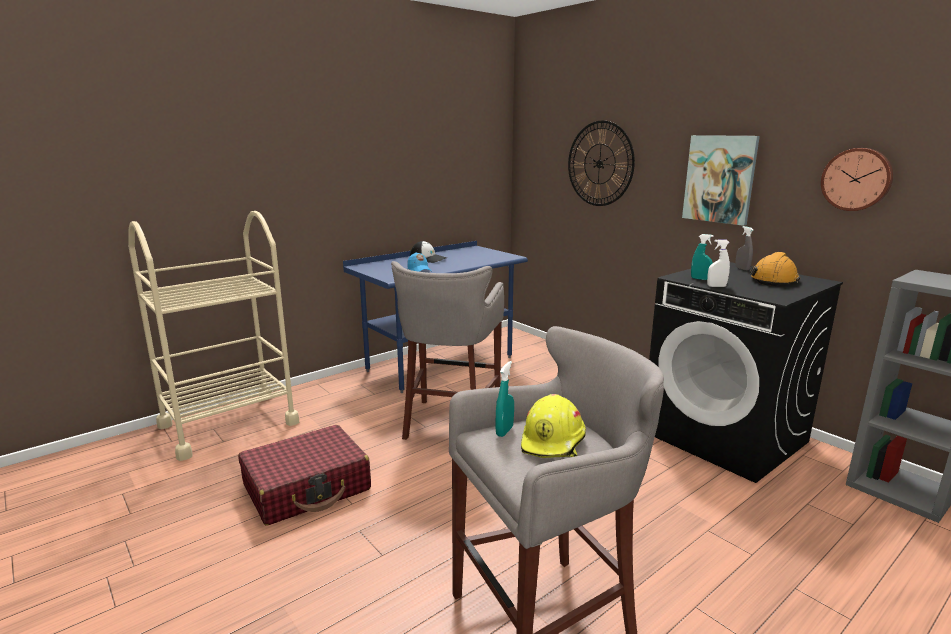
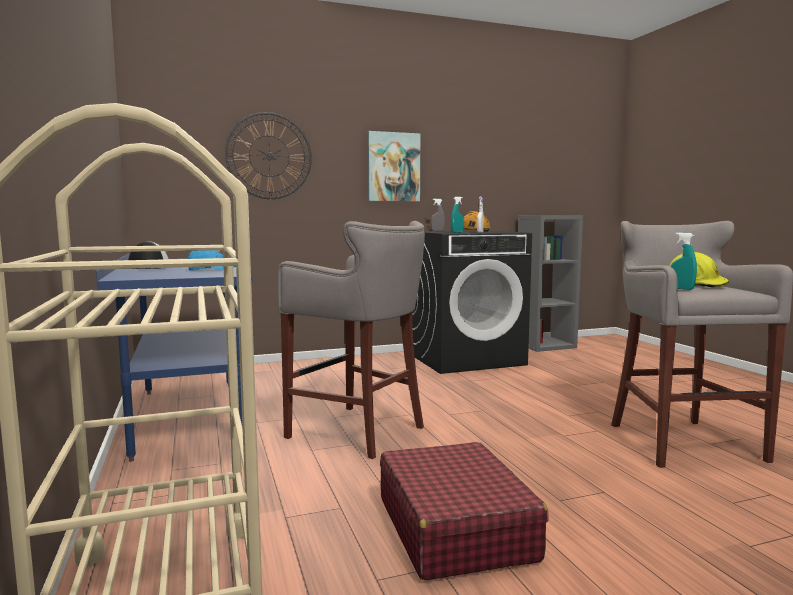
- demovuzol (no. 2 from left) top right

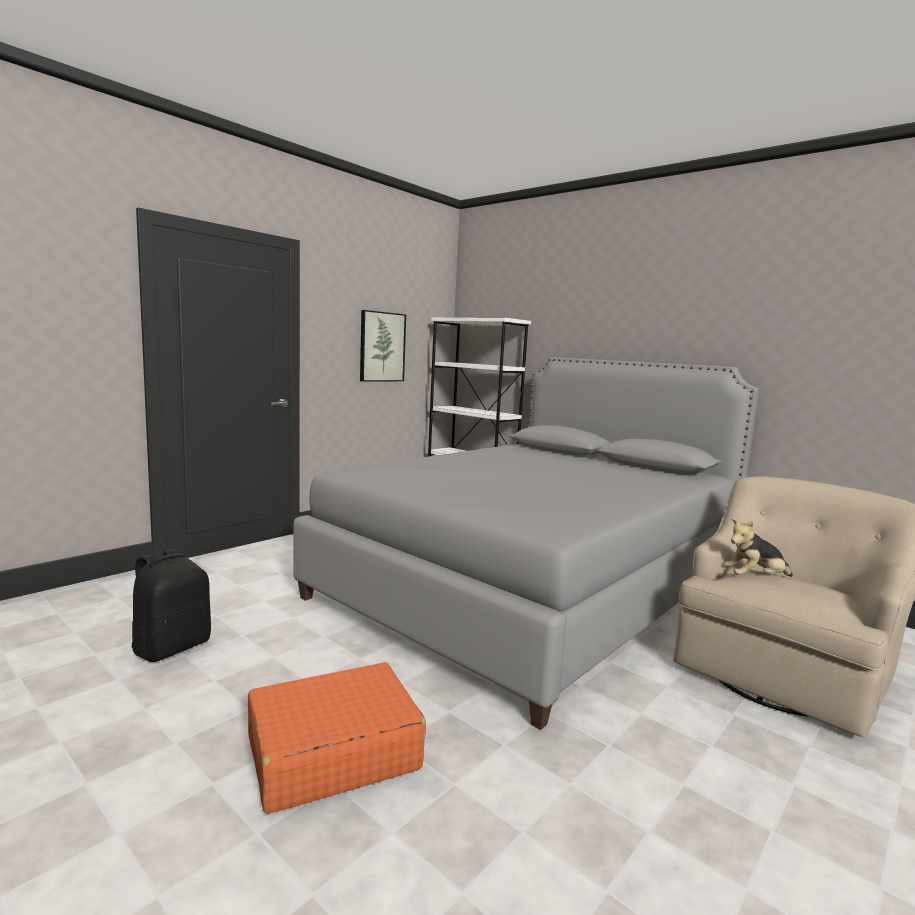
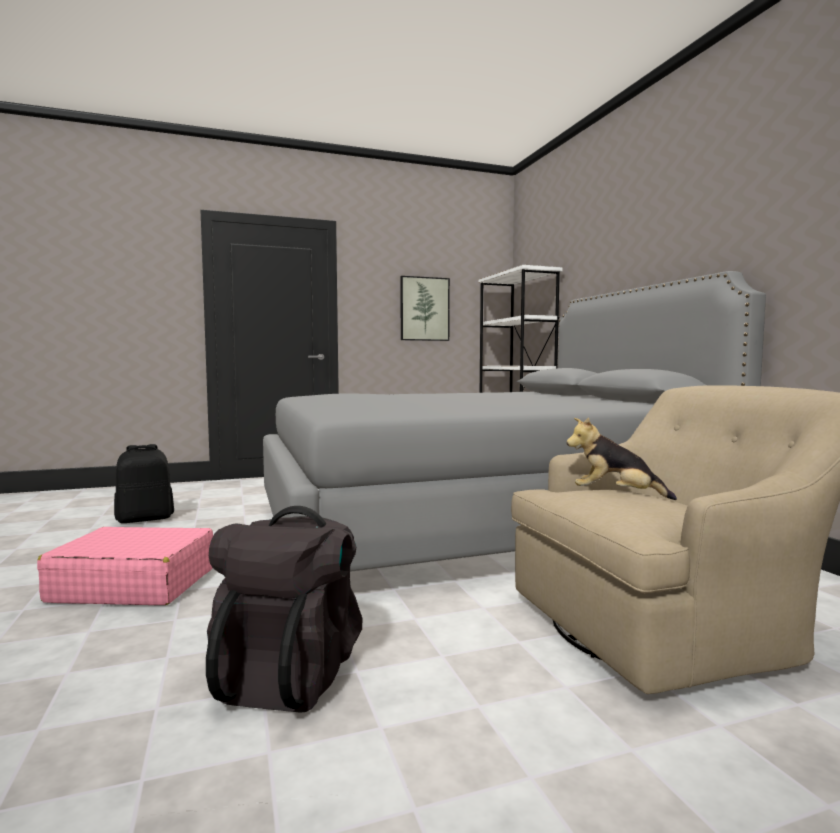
~ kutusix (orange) bottom centre to kutusix (pink) bottom left
+ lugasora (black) (no. 2 from left) bottom centre

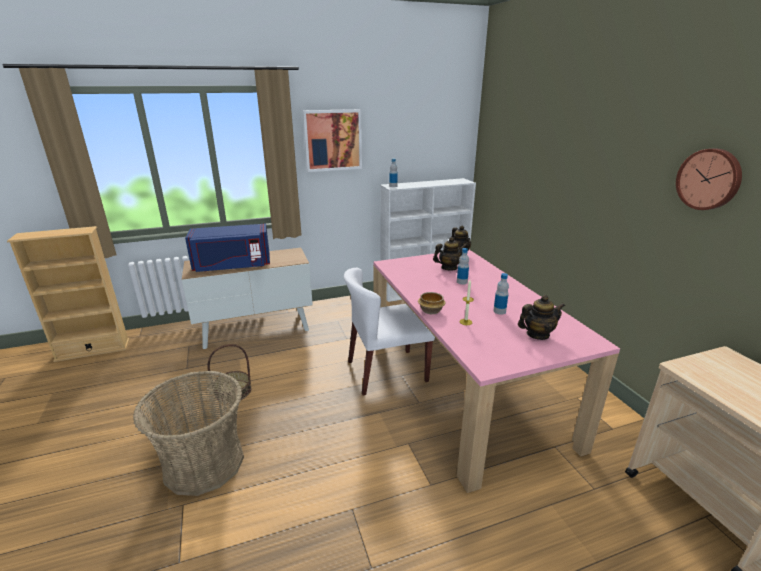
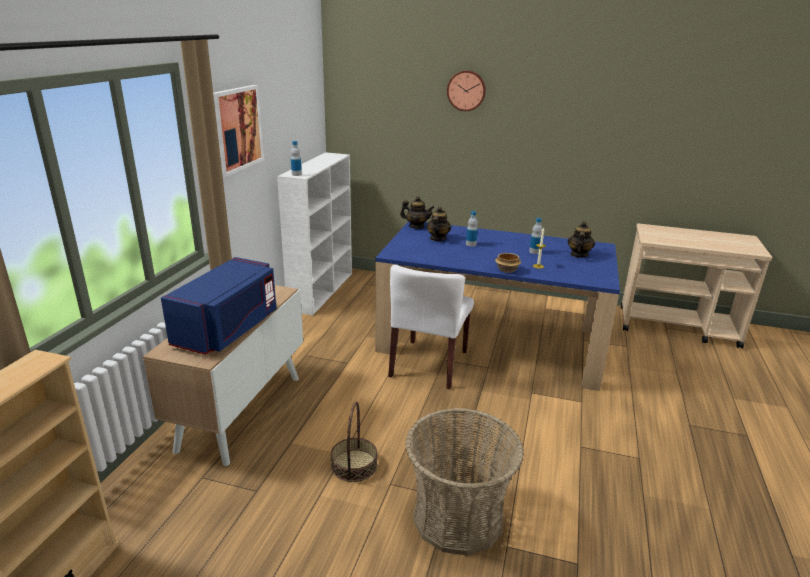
~ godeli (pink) centre to godeli (blue) centre
~ demovuzol top right to top centre

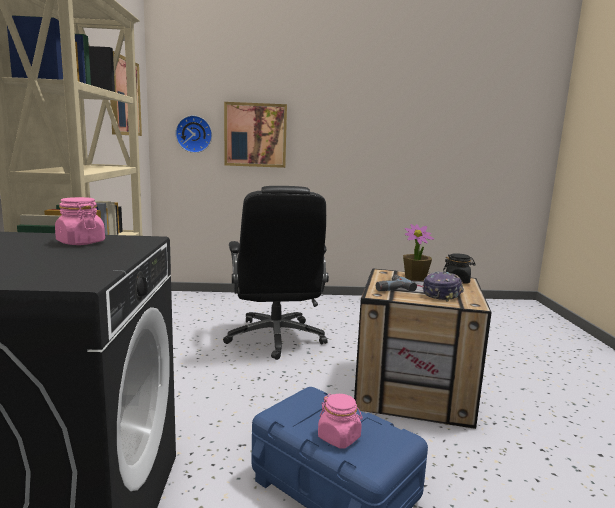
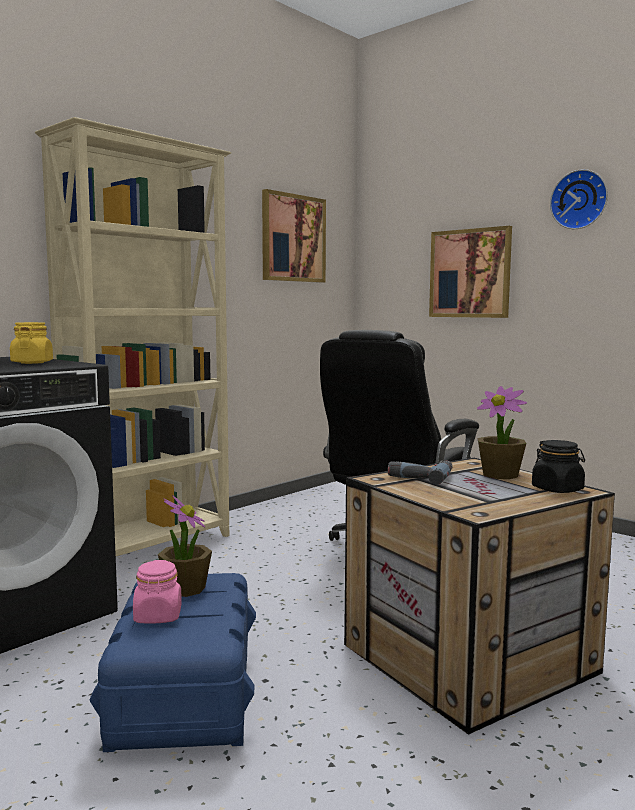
~ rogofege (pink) (no. 1 from left) middle left to rogofege (yellow) middle left
+ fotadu (no. 1 from left) bottom left
~ demovuzol top left to top right
- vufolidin middle right

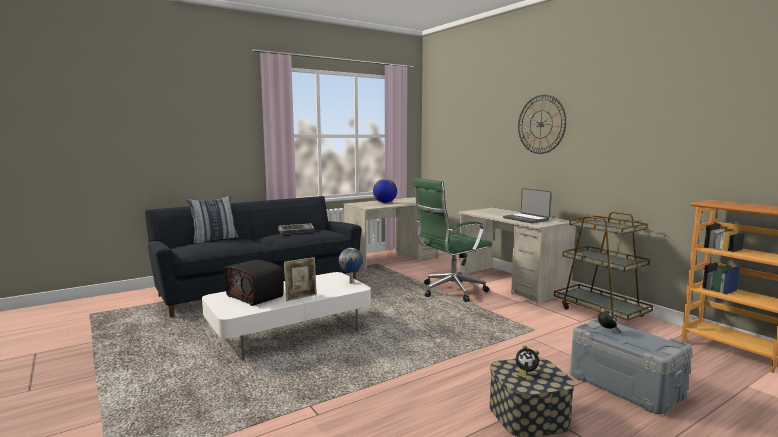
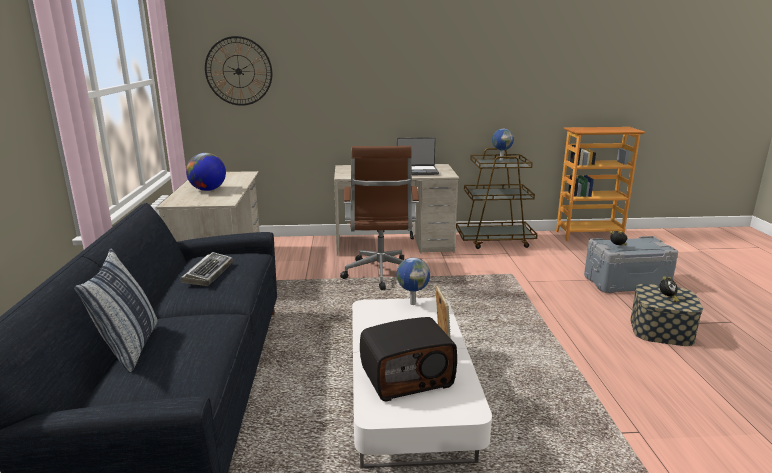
~ demovuzol top right to top left
~ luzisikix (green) centre to luzisikix (brown) centre
+ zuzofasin (no. 3 from left) top centre

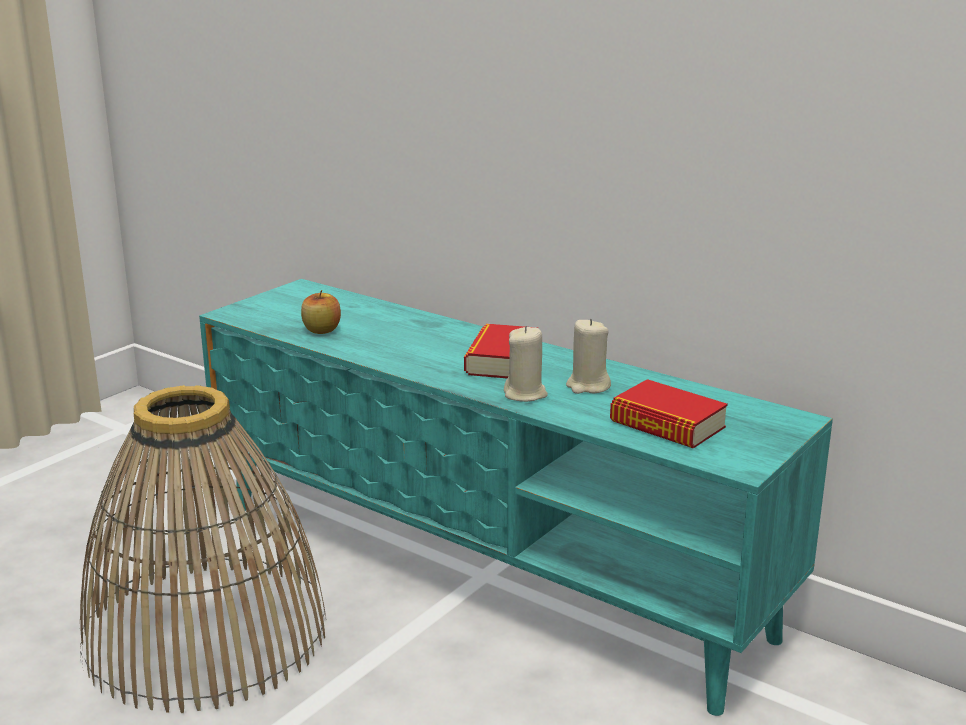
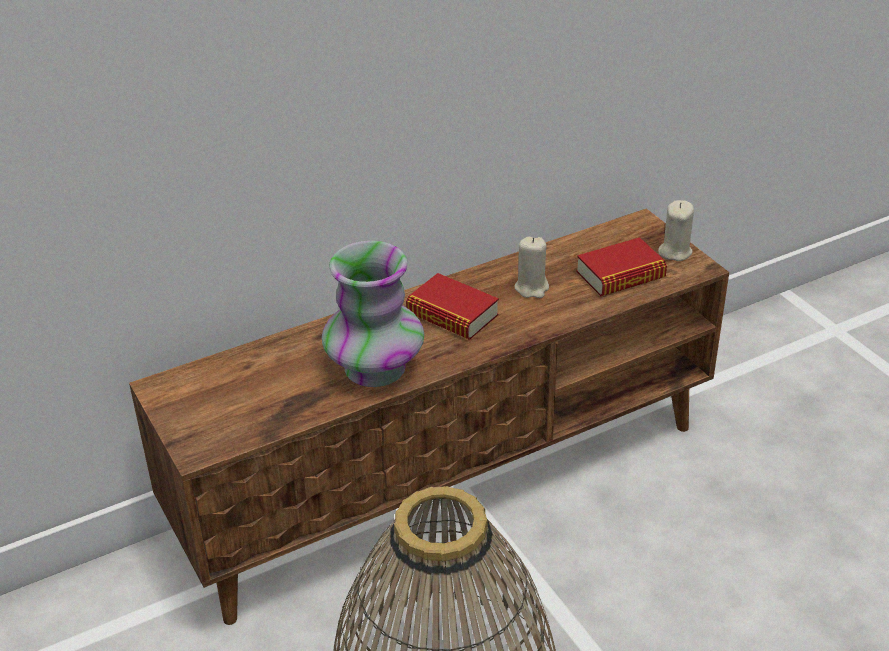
~ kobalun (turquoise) bottom centre to kobalun (brown) centre
+ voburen centre
~ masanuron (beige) (no. 1 from left in the first image) centre to masanuron (beige) (no. 2 from left) middle right
- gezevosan middle left

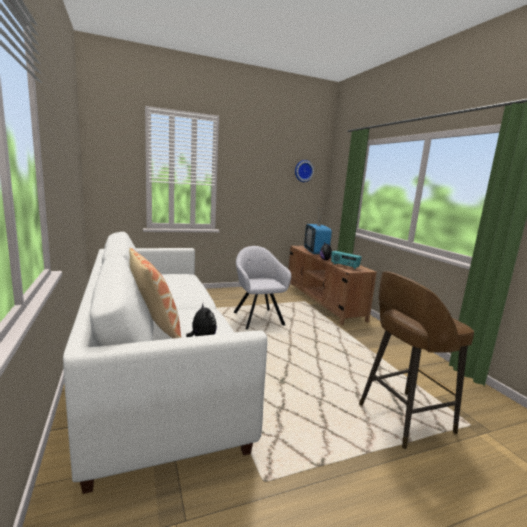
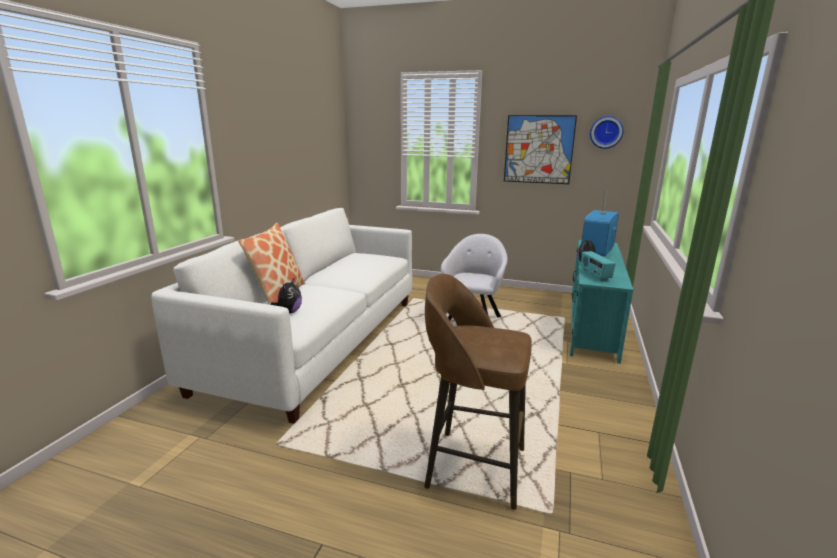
+ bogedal top centre
~ kobalun (brown) centre to kobalun (turquoise) middle right

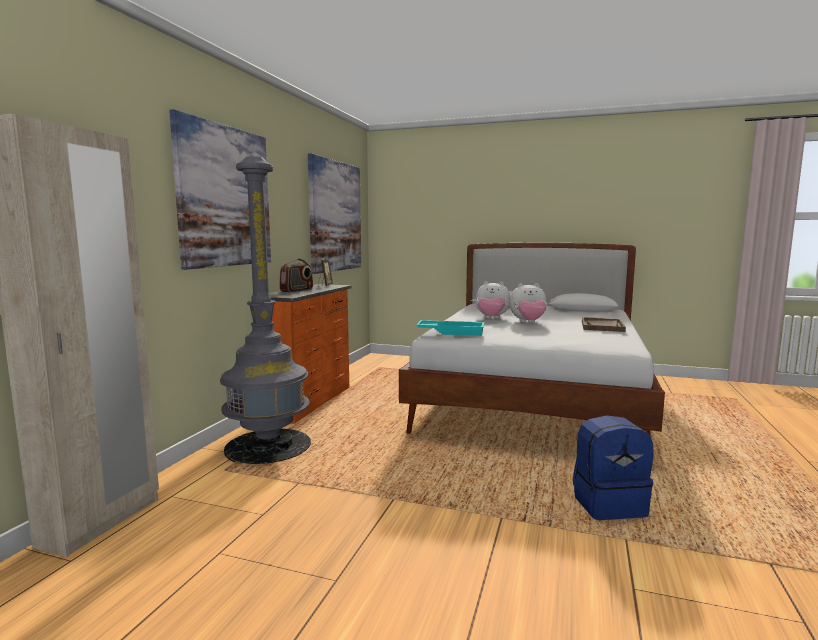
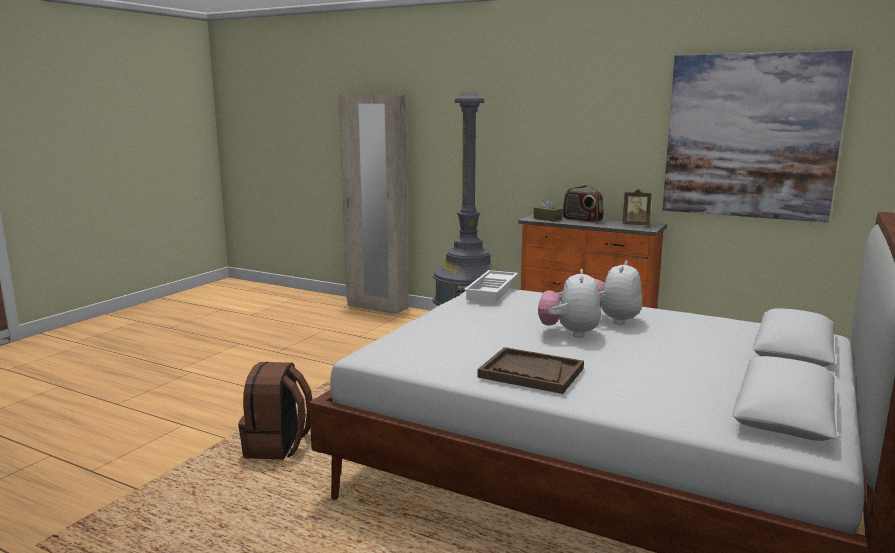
~ lugasora (blue) bottom right to lugasora (brown) bottom left
~ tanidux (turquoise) centre to tanidux (white) centre
+ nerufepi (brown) centre
- bogedal (no. 1 from left) top left

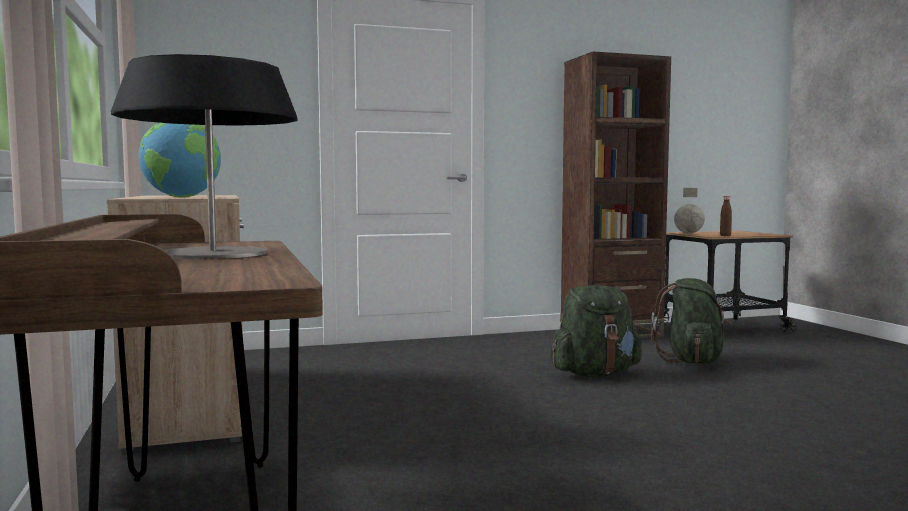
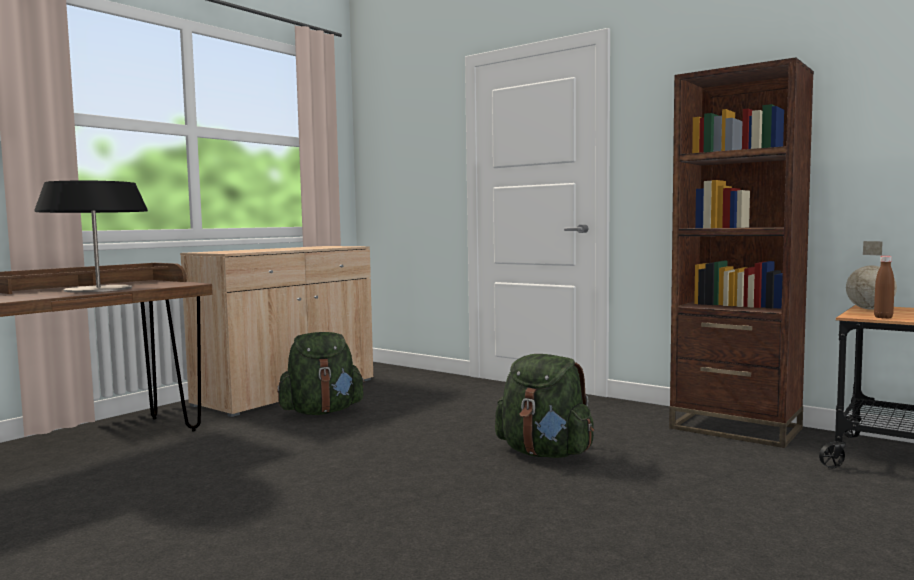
~ lugasora (green) (no. 2 from left in the first image) middle right to lugasora (green) (no. 1 from left) centre
- zuzofasin (no. 1 from left) top left

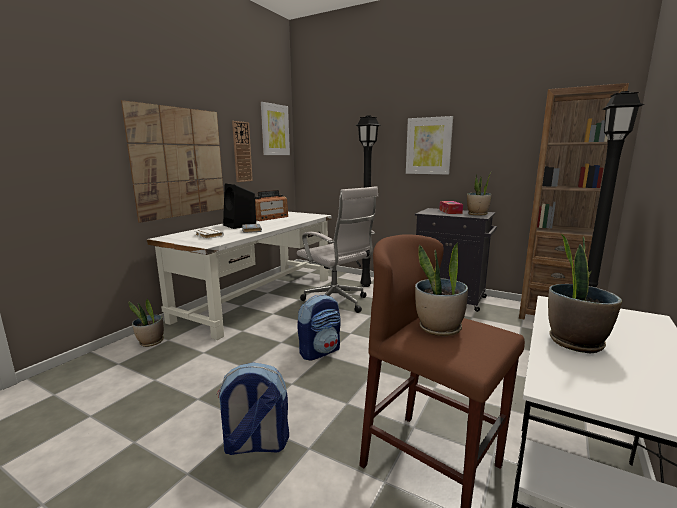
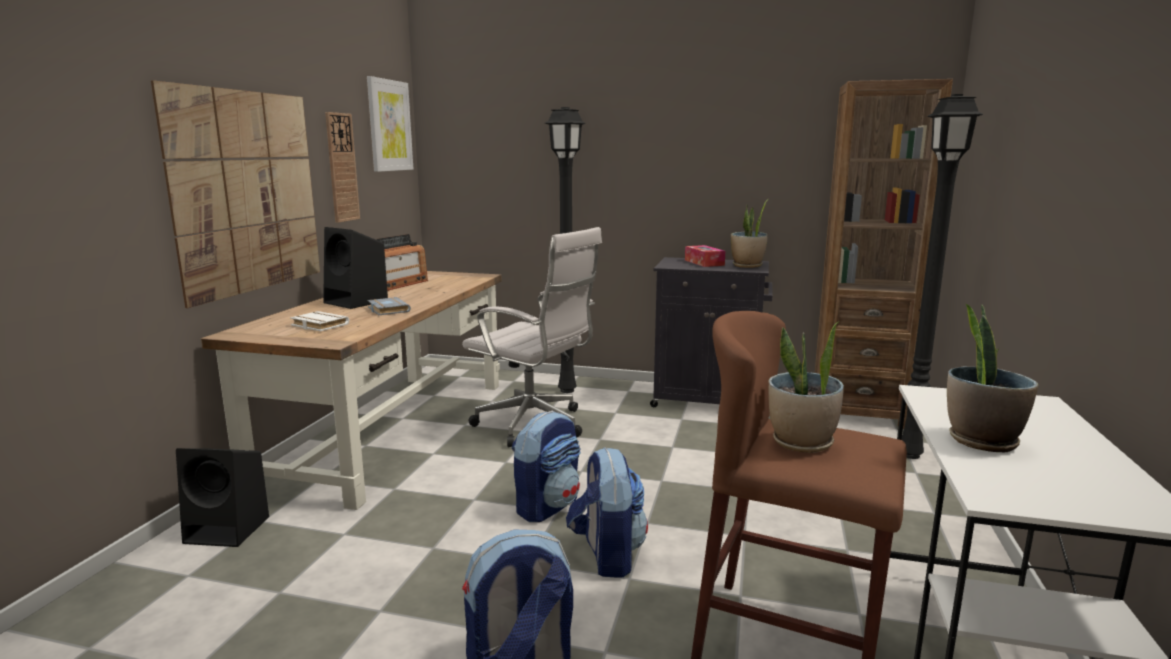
~ fotadu (no. 1 from left) middle left to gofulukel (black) (no. 1 from left) bottom left
~ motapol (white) (no. 1 from left) centre to motapol (brown) middle left
+ lugasora (no. 3 from left) bottom centre
- bogedal (no. 3 from left) top centre

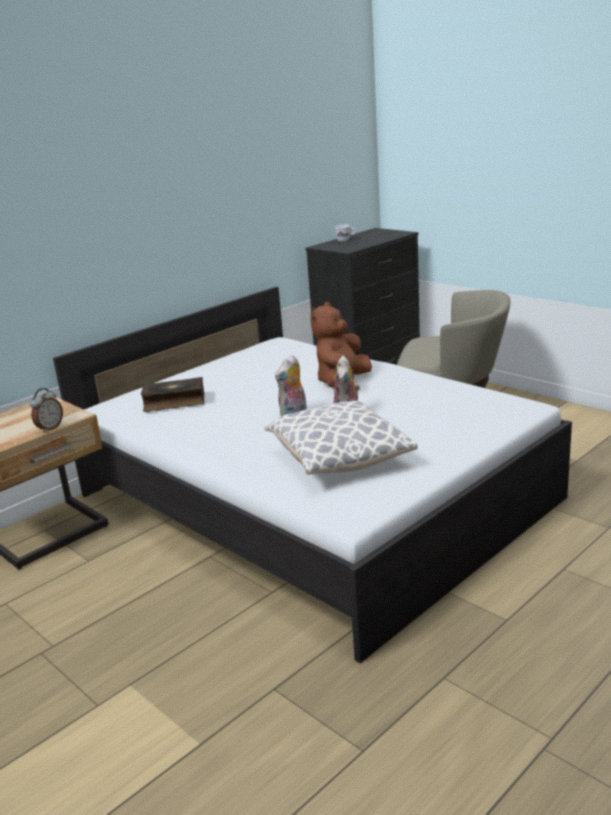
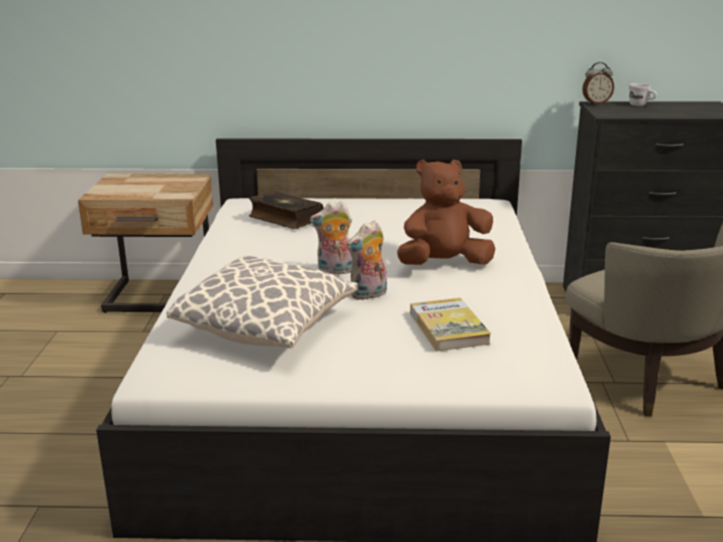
+ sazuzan (no. 2 from left) centre
~ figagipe middle left to top right

